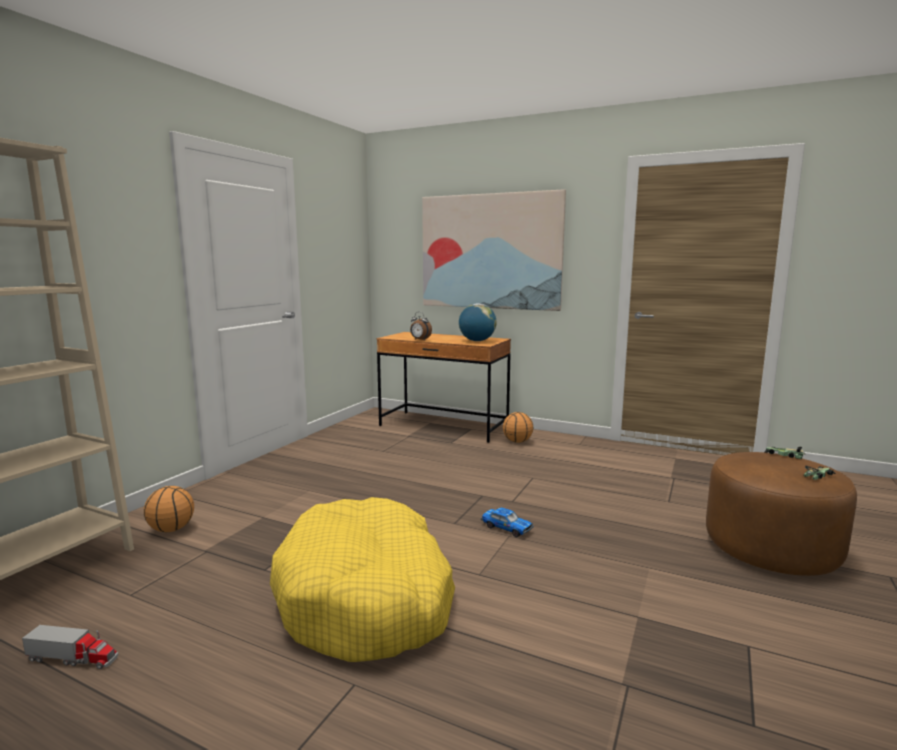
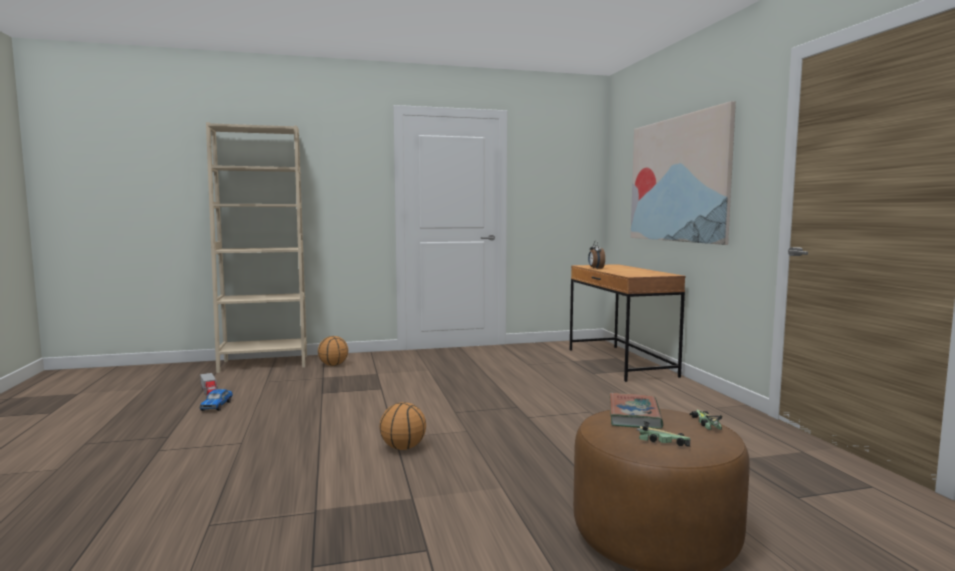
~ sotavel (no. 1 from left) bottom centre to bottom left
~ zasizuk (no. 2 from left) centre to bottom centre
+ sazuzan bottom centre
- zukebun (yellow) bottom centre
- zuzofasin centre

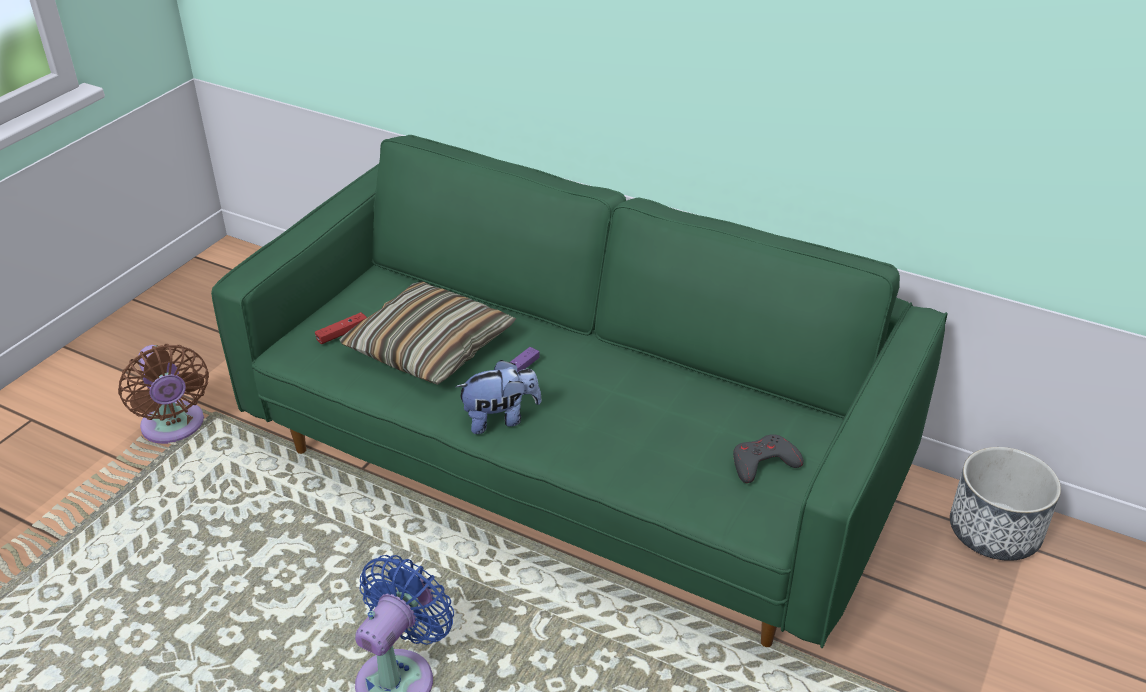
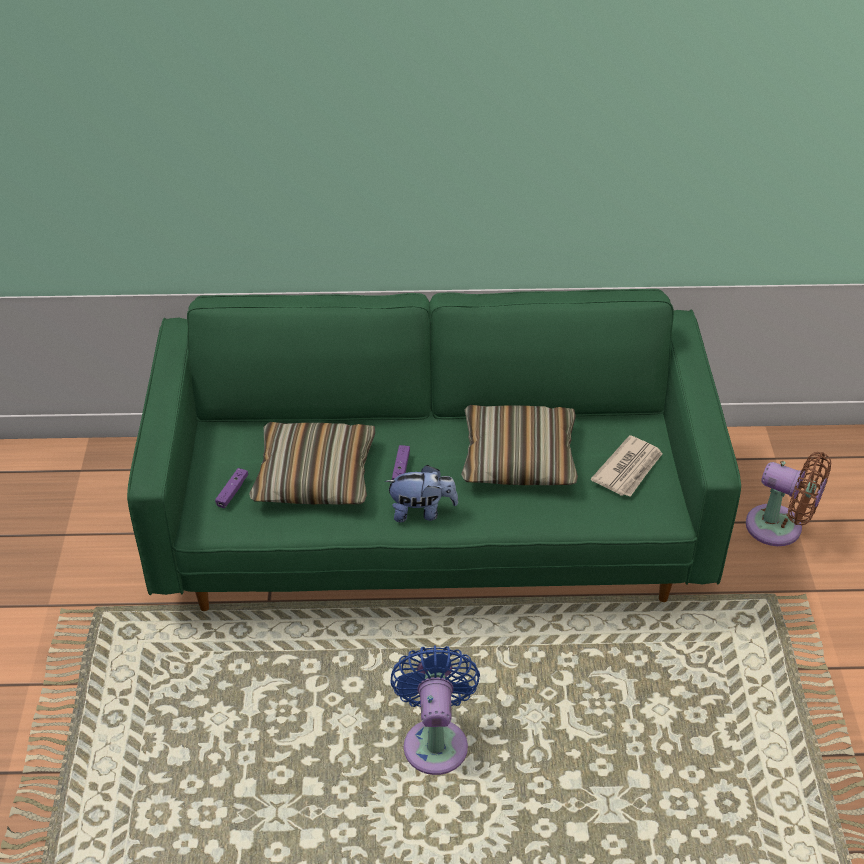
~ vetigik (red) middle left to vetigik (purple) (no. 1 from left) middle left
~ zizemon centre = centre 45 degrees clockwise
+ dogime (no. 2 from left) centre
~ vetigik (grey) middle right to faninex middle right
~ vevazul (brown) middle left to middle right
- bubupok bottom right

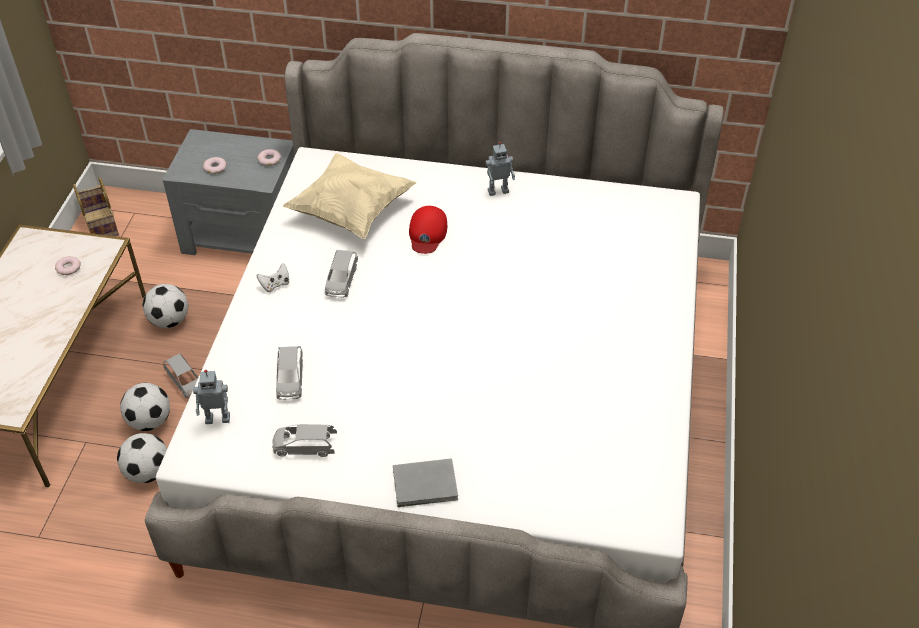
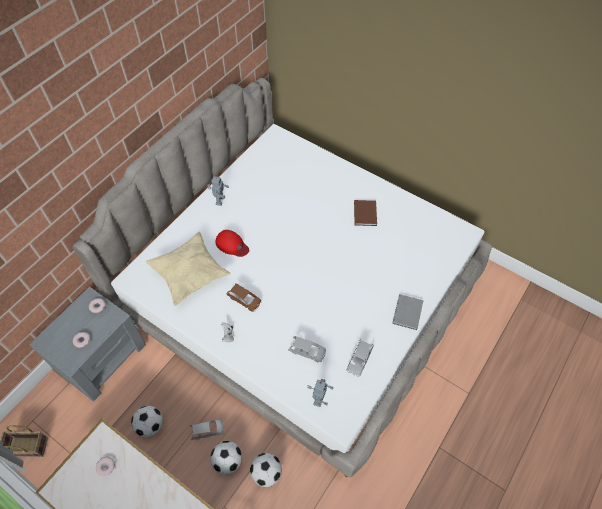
~ sotavel (grey) (no. 4 from left) centre to sotavel (brown) centre
+ sazuzan (brown) centre

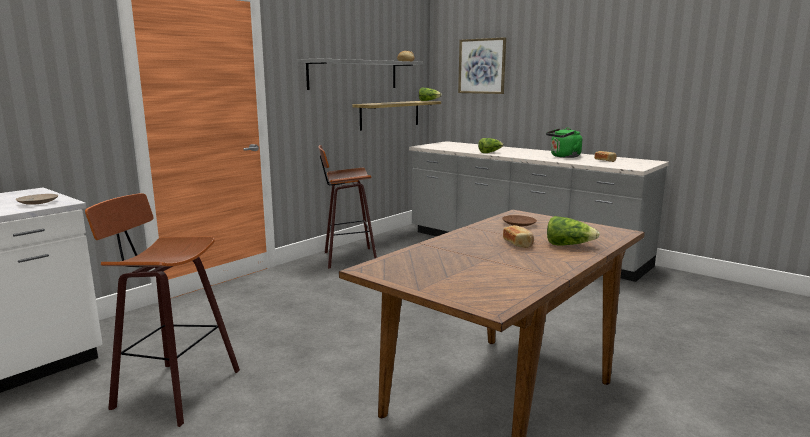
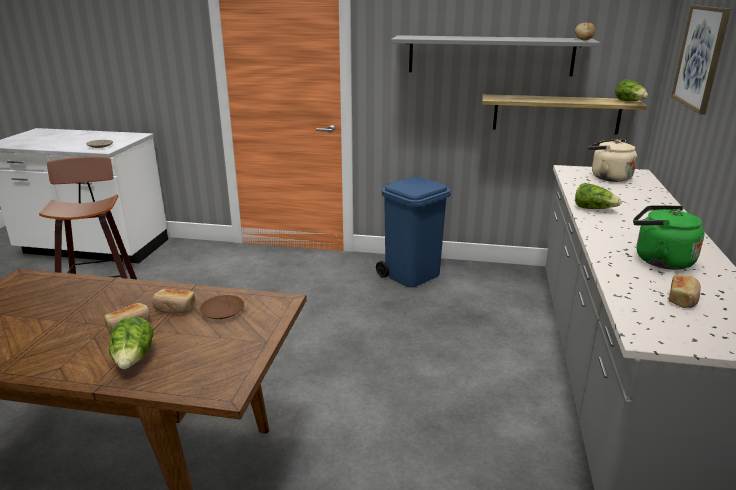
+ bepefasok (no. 2 from left) middle left
~ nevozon (no. 2 from left) centre to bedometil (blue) centre
+ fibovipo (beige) top right

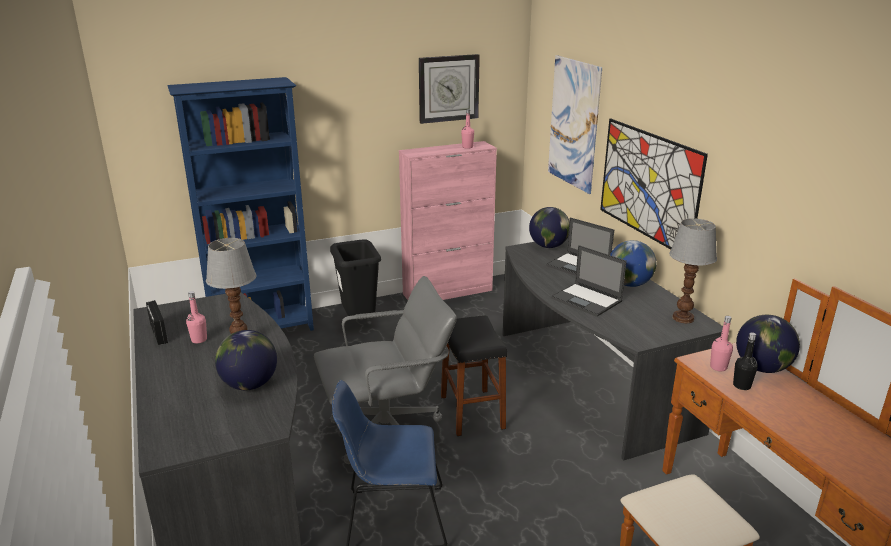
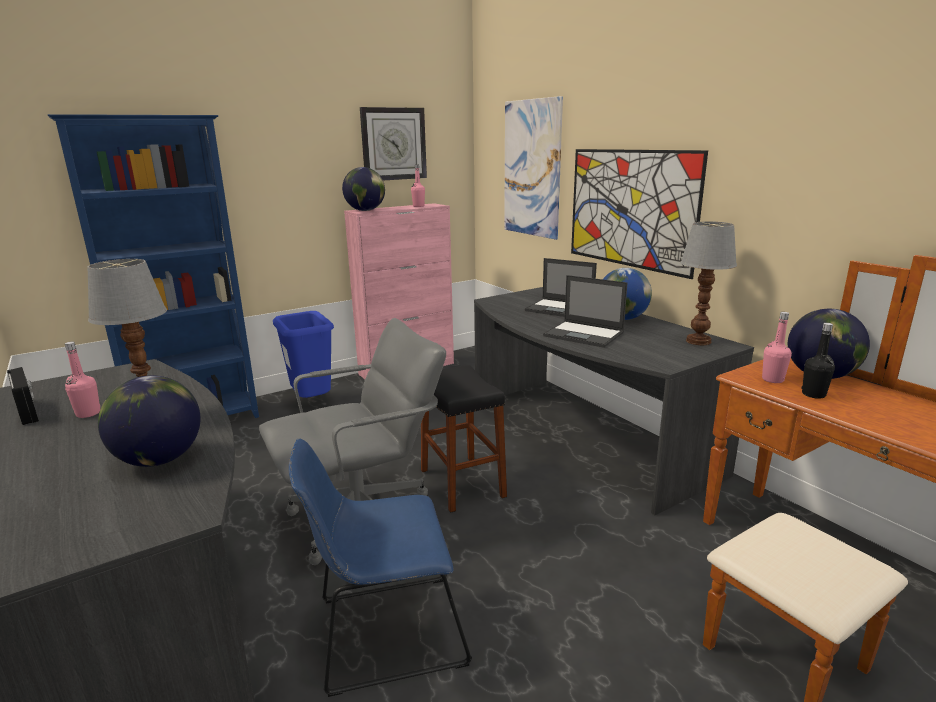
~ bedometil (black) centre to bedometil (blue) middle left
~ zuzofasin (no. 2 from left) centre to top centre

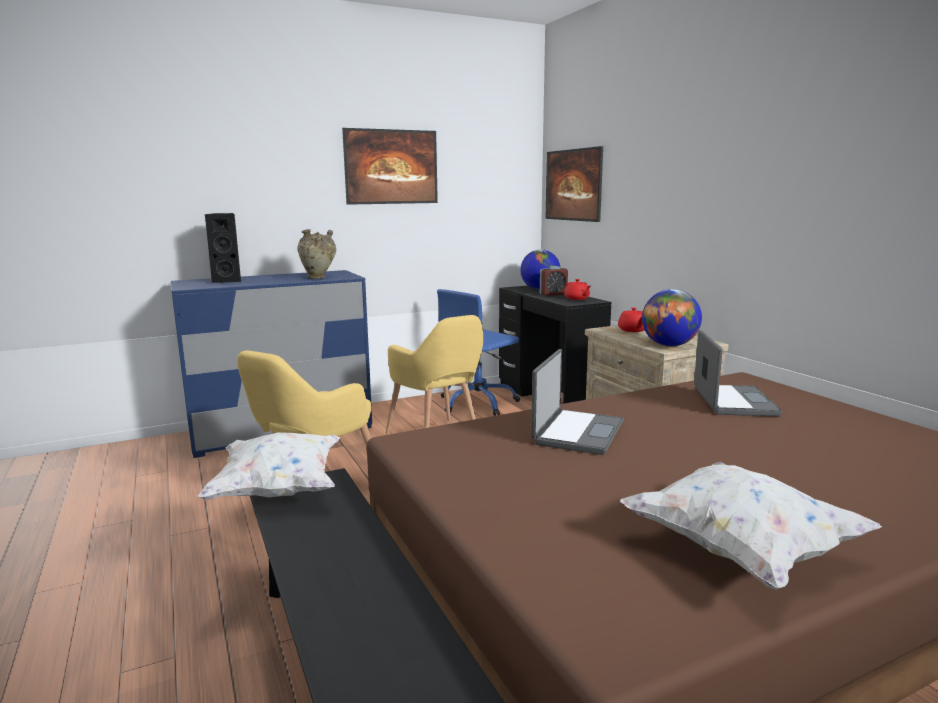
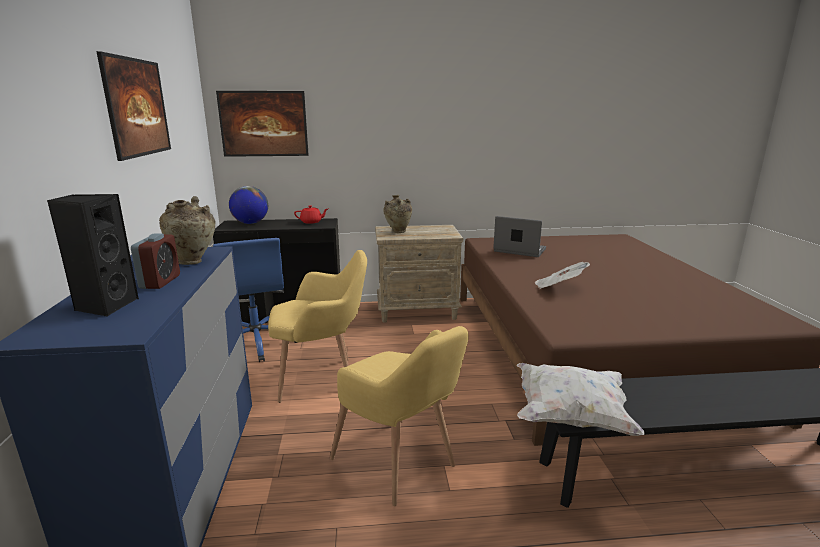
~ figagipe centre to middle left
~ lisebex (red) (no. 2 from left) middle right to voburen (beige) (no. 2 from left) centre
~ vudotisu (no. 1 from left) centre to faninex middle right
- dogime (white) (no. 2 from left) bottom right
- zuzofasin (no. 2 from left) middle right

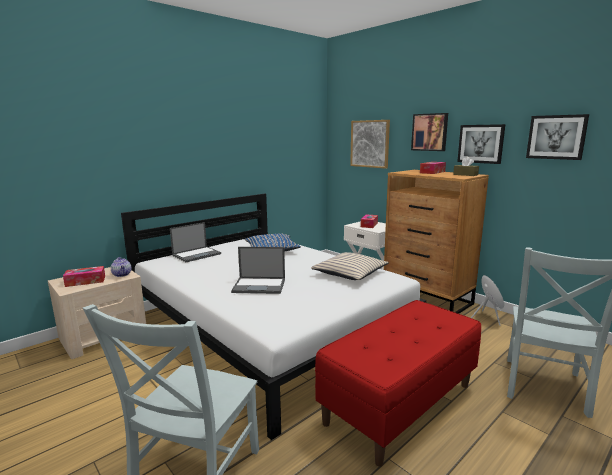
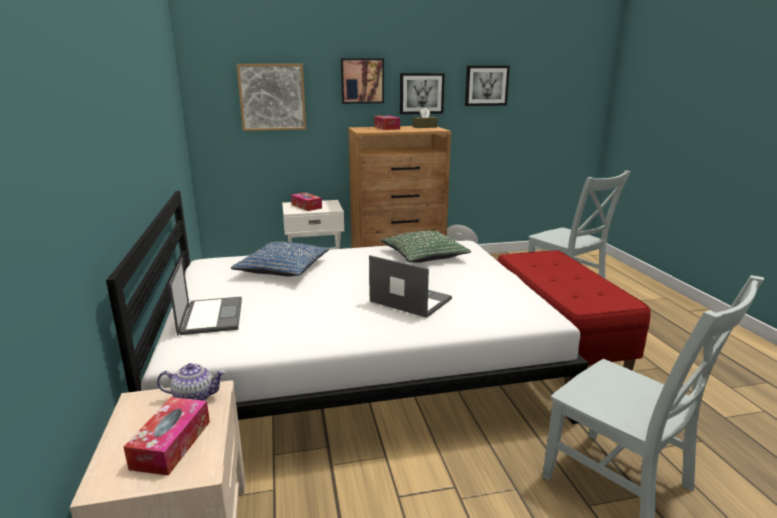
~ vudotisu (no. 2 from left) centre = centre 90 degrees counterclockwise
~ dogime (beige) centre to dogime (green) centre

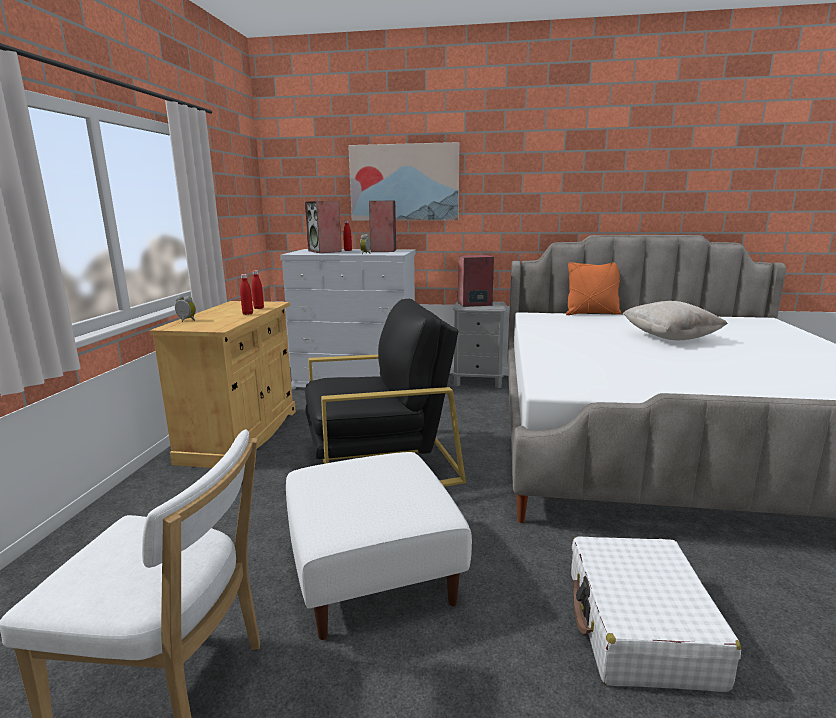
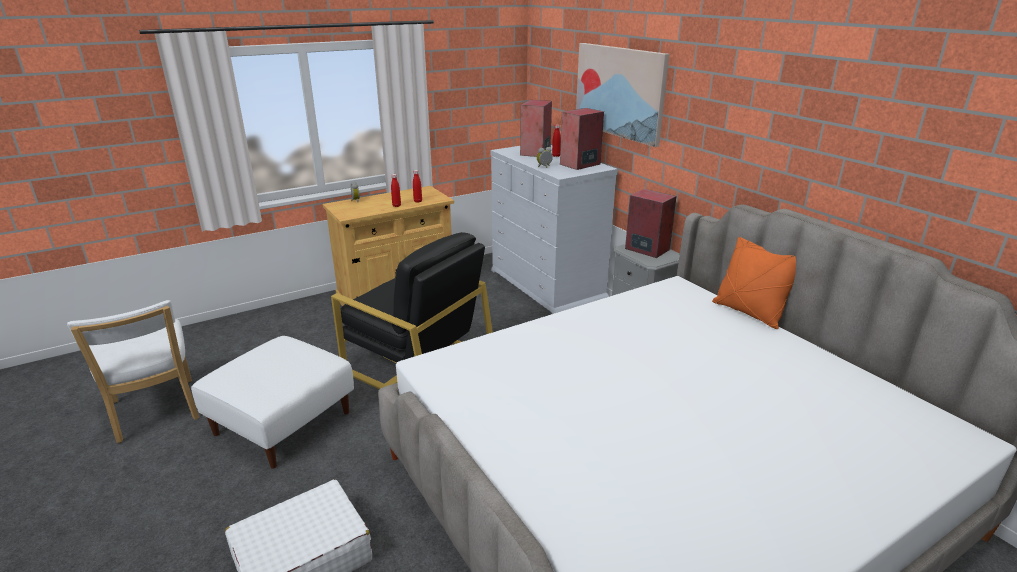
- dogime (beige) middle right

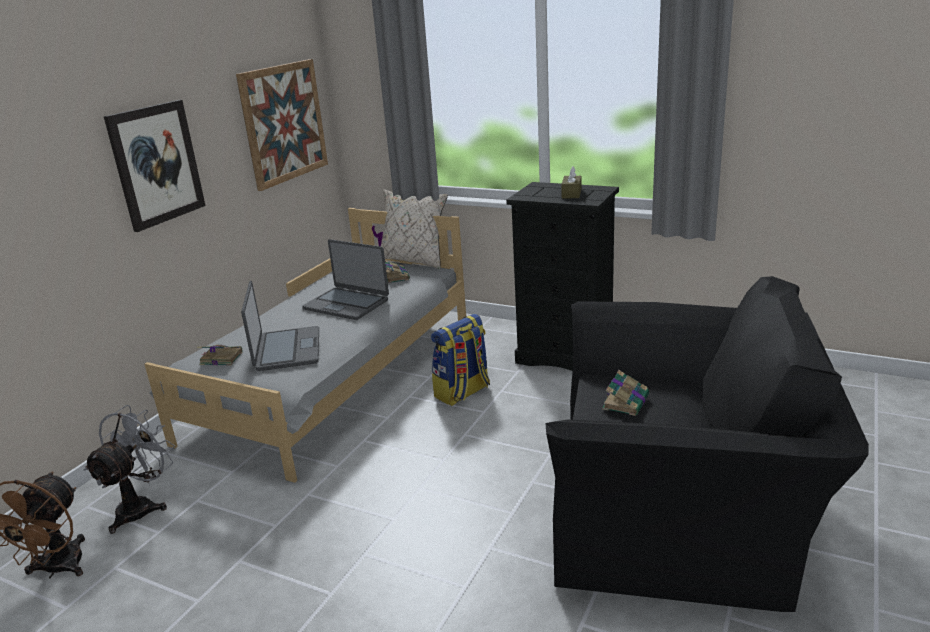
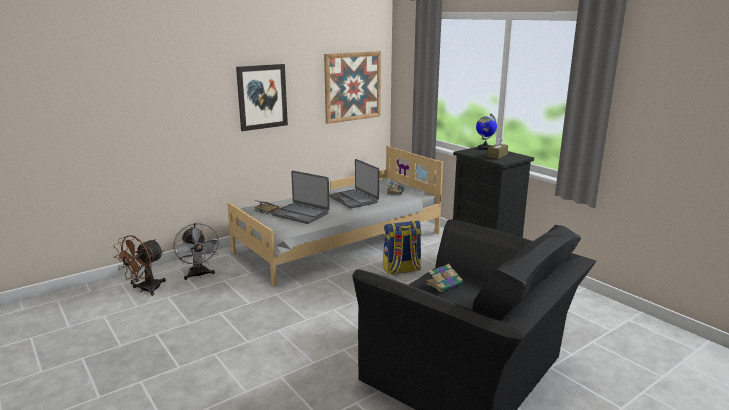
~ vevazul (grey) bottom left = middle left 105 degrees clockwise
~ vudotisu (no. 1 from left) middle left = centre 105 degrees clockwise
+ zuzofasin top right
- dogime (beige) centre

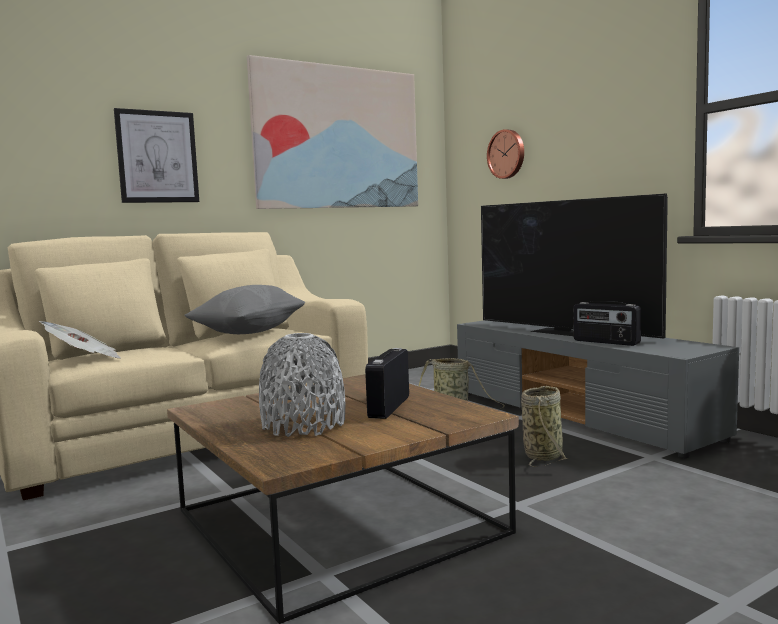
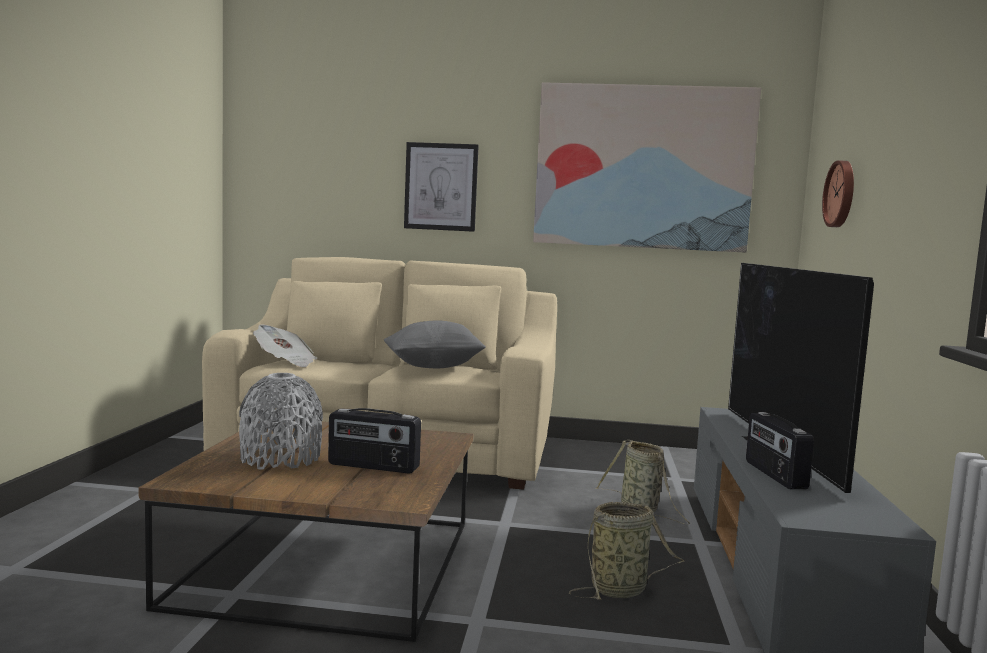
~ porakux (no. 1 from left) centre = bottom centre 135 degrees counterclockwise

